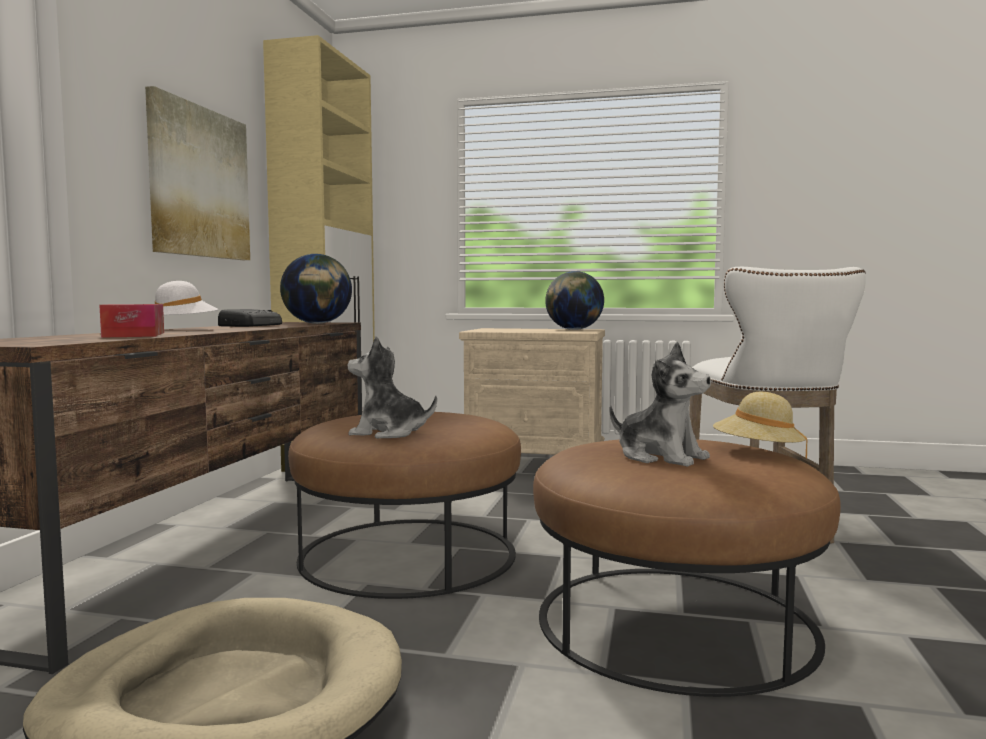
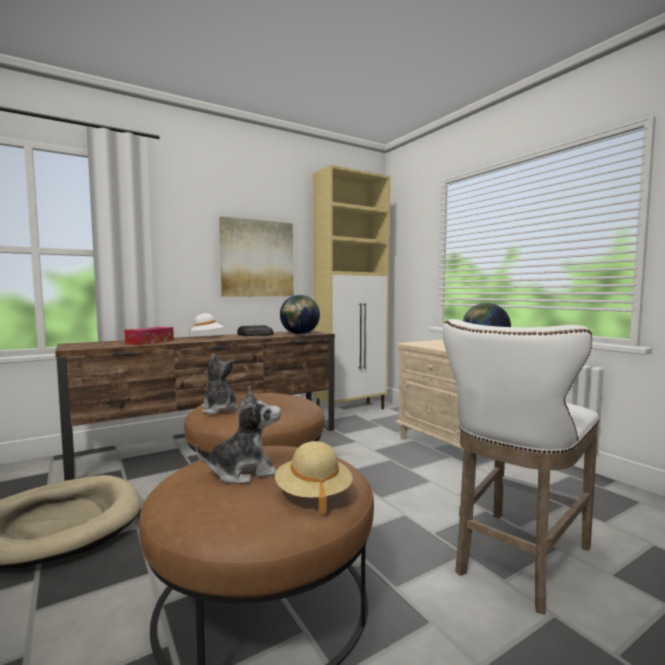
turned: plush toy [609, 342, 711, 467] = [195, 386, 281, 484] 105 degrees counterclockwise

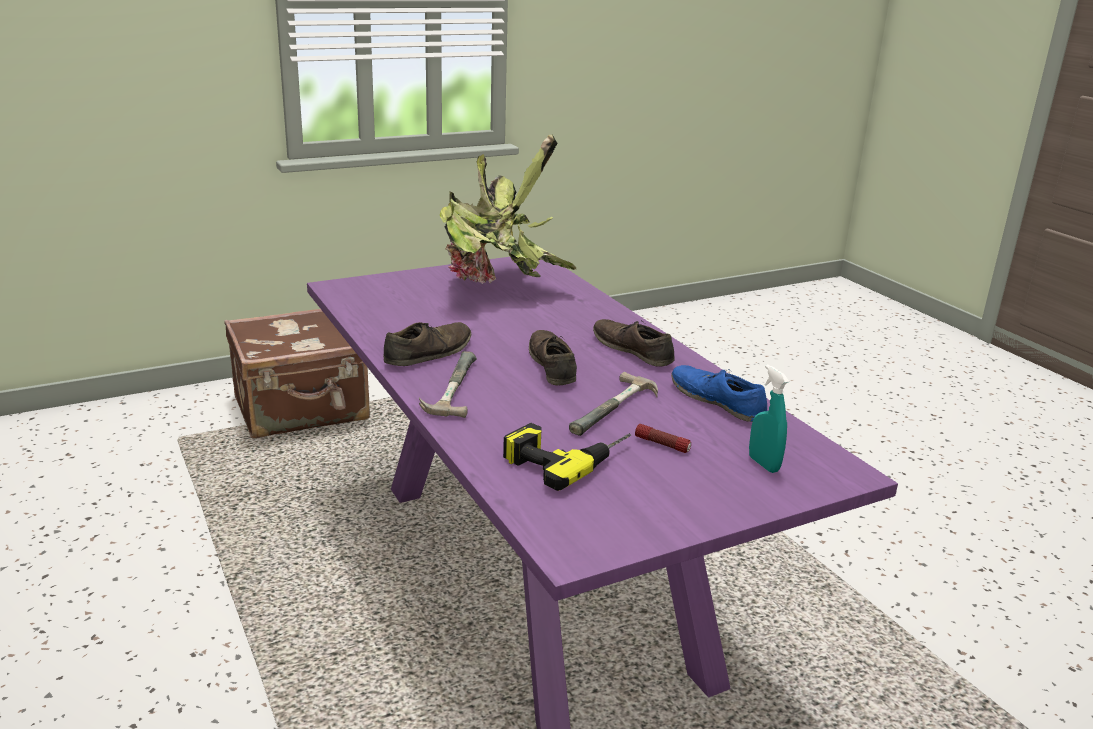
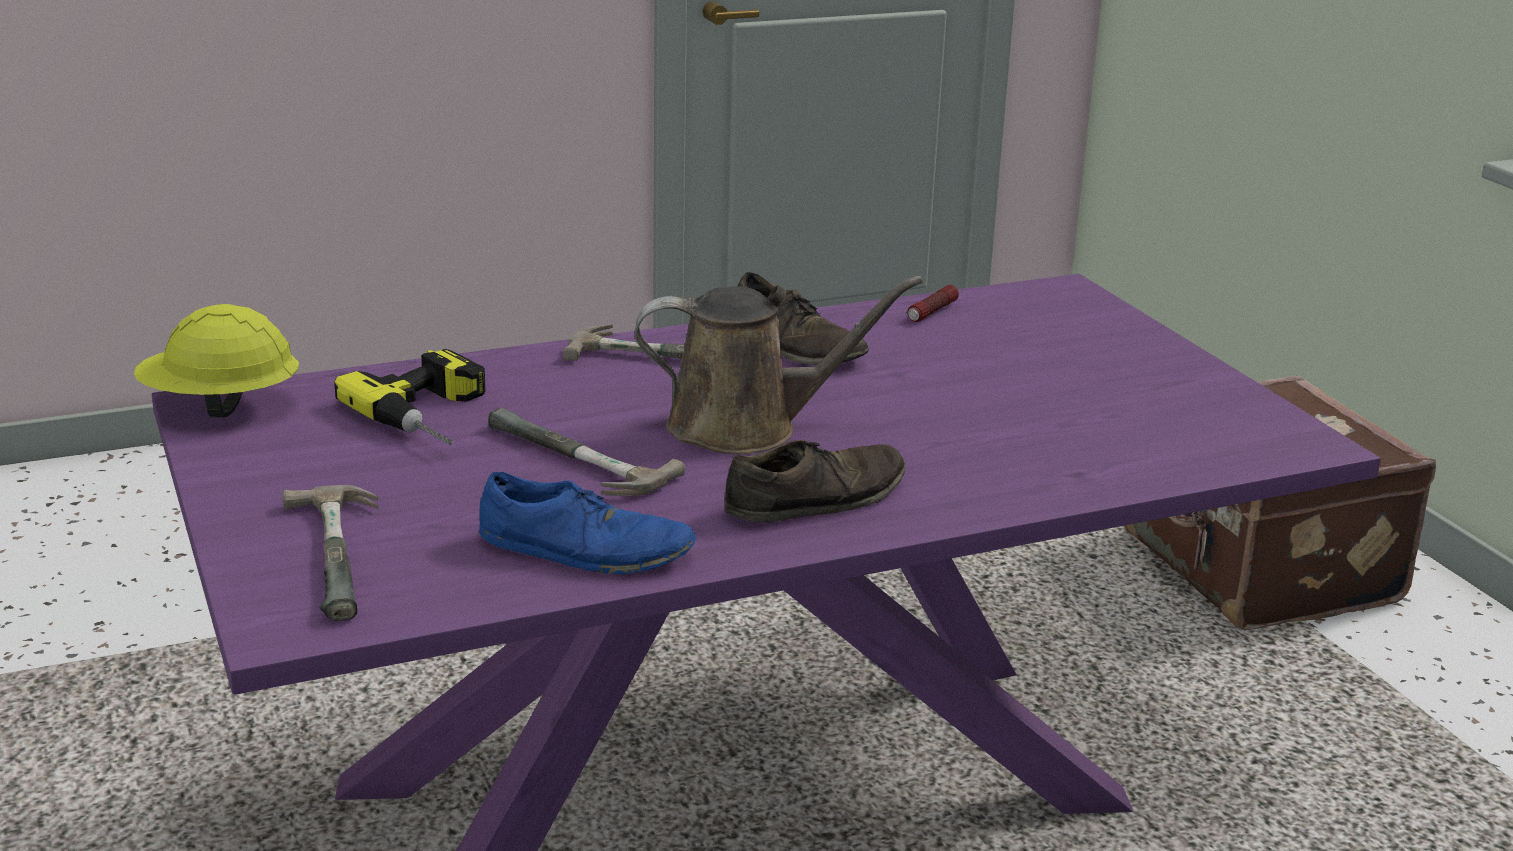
removed: potted plant [439, 135, 576, 284]
added: yellow hard hat [134, 304, 299, 417]
moved: flashlight [635, 424, 691, 453] to [907, 285, 959, 322]
replaced: brown shoe [529, 330, 577, 385] to brown watering can [634, 276, 923, 454]; turquoise spray bottle [749, 364, 789, 473] to hammer [282, 485, 379, 621]
turned: blue shoe [671, 365, 767, 422] = [479, 472, 696, 574] 45 degrees clockwise

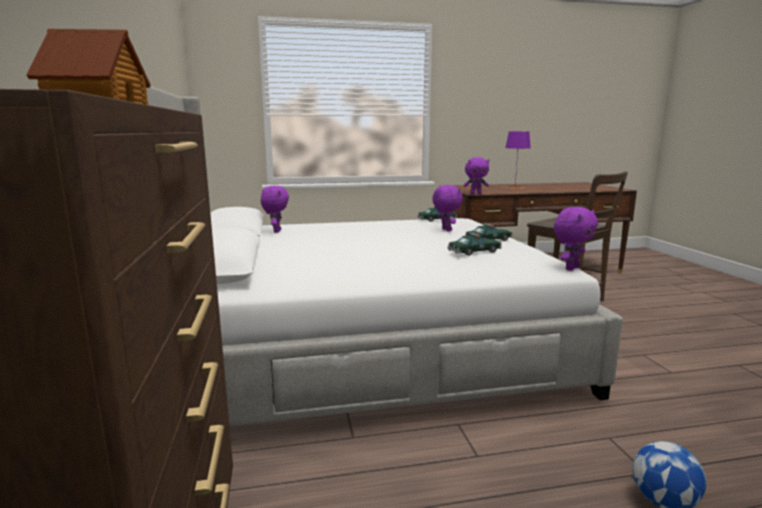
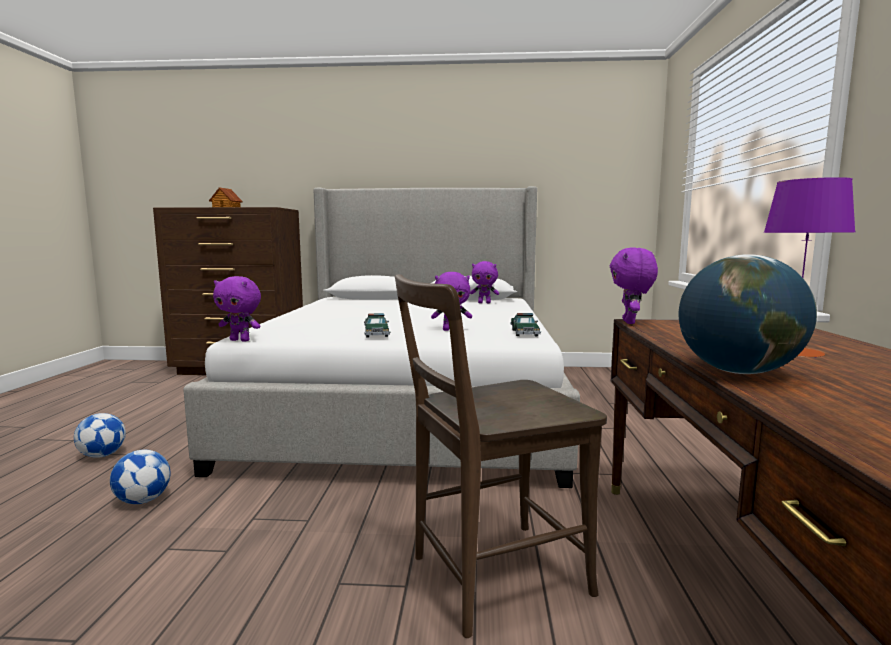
removed: toy car [447, 232, 502, 256]
added: football [110, 450, 170, 504]; globe [679, 254, 817, 374]
turned: purple plush toy [554, 207, 598, 271] = [213, 276, 261, 342] 45 degrees counterclockwise

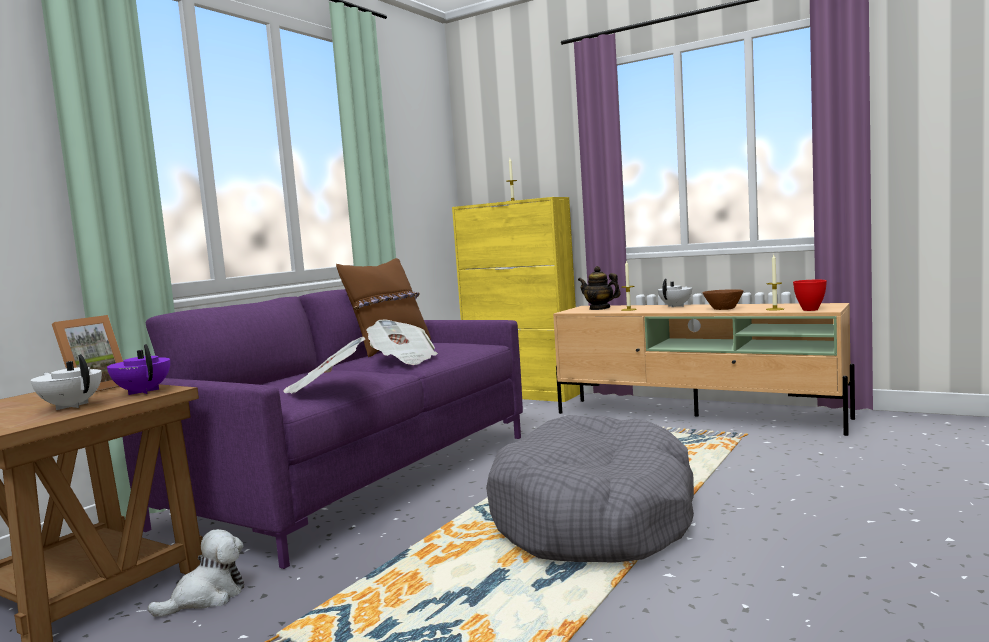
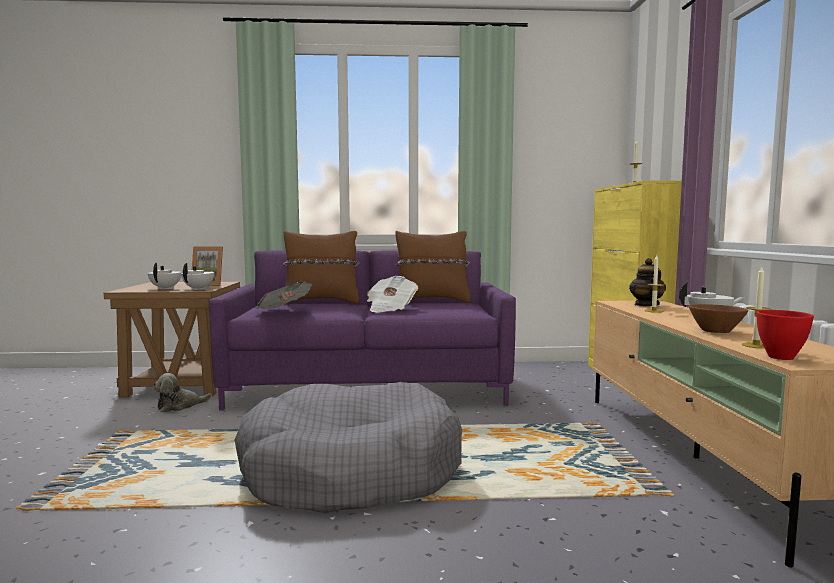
added: brown pillow [283, 231, 360, 304]
recoloured: purple teapot [107, 344, 170, 395] to white teapot [181, 263, 215, 290]
turned: plush toy [148, 529, 244, 617] = [153, 373, 212, 412] 135 degrees clockwise

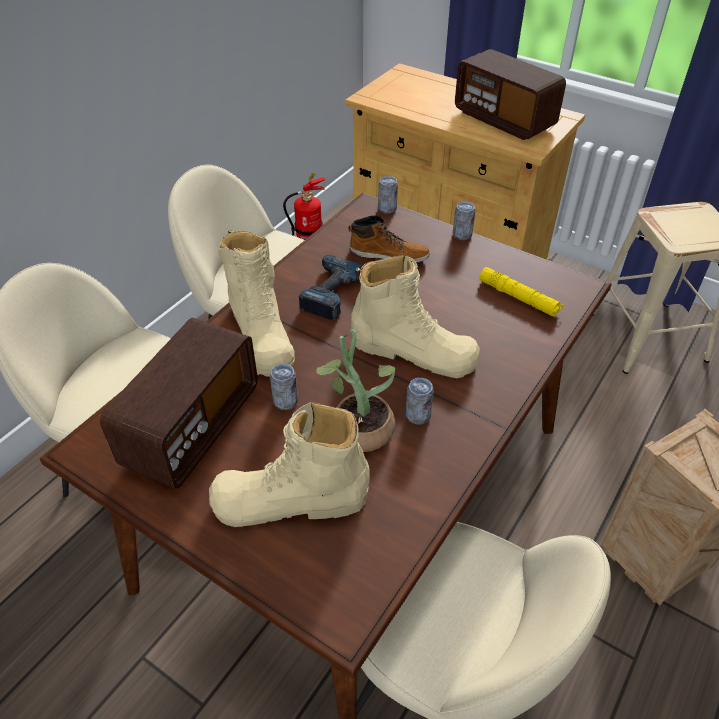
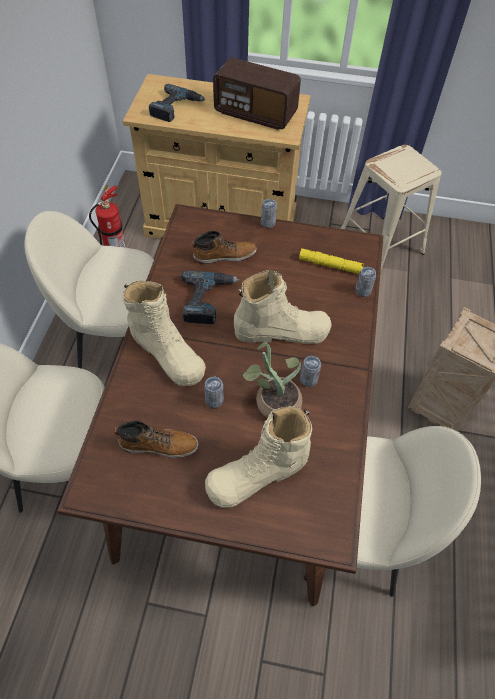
added: power drill [149, 84, 205, 122]
moved: can [378, 176, 398, 214] to [355, 267, 376, 297]
replaced: radio [100, 318, 258, 489] to boot [114, 420, 198, 458]

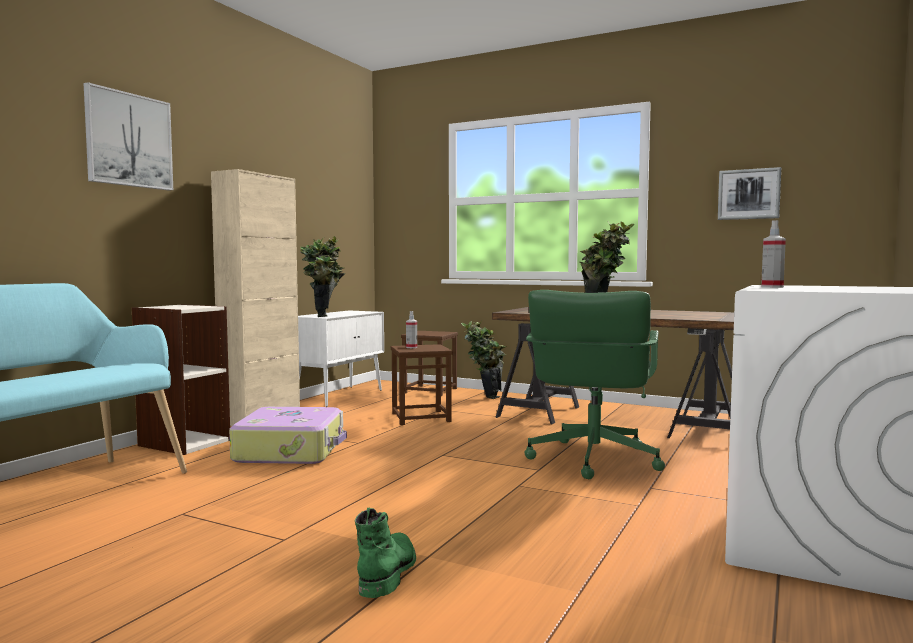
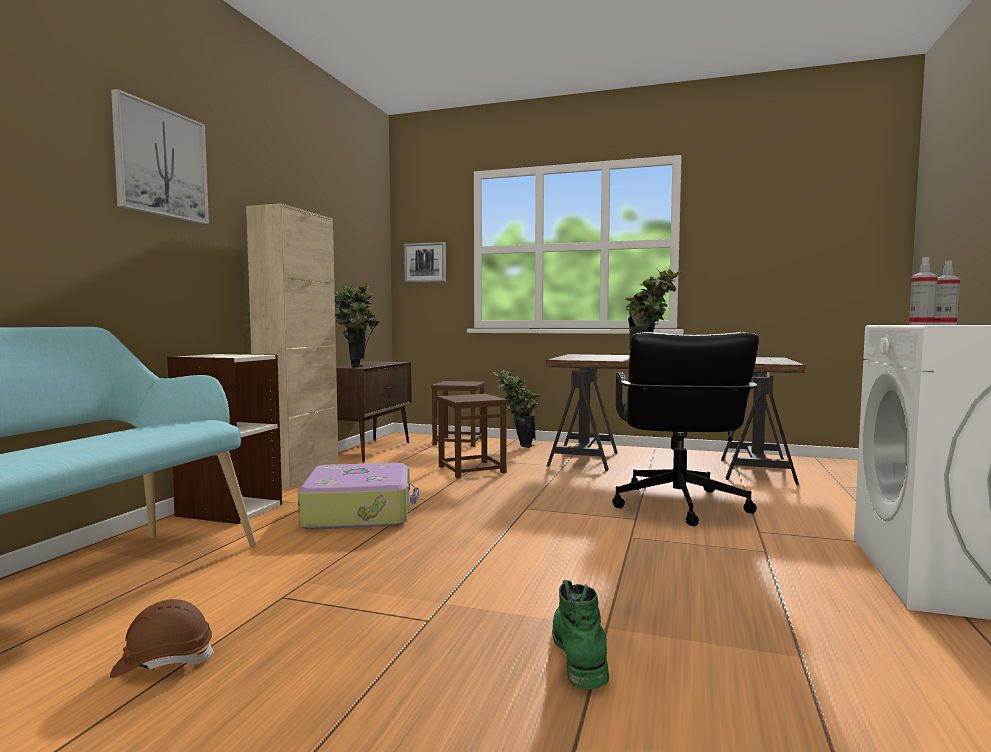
added: brown hard hat [110, 599, 214, 678]
moved: spray bottle [406, 311, 417, 348] to [935, 260, 960, 325]; picture [718, 167, 781, 220] to [403, 242, 446, 283]
recoloured: white cabinet [298, 311, 384, 407] to brown cabinet [336, 361, 412, 463]; green office chair [525, 290, 665, 479] to black office chair [612, 332, 759, 526]

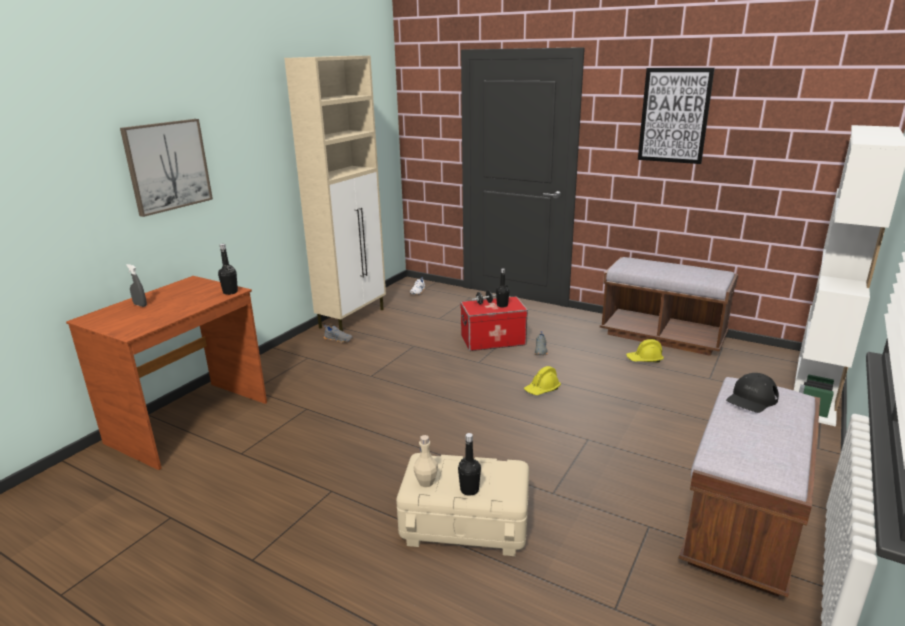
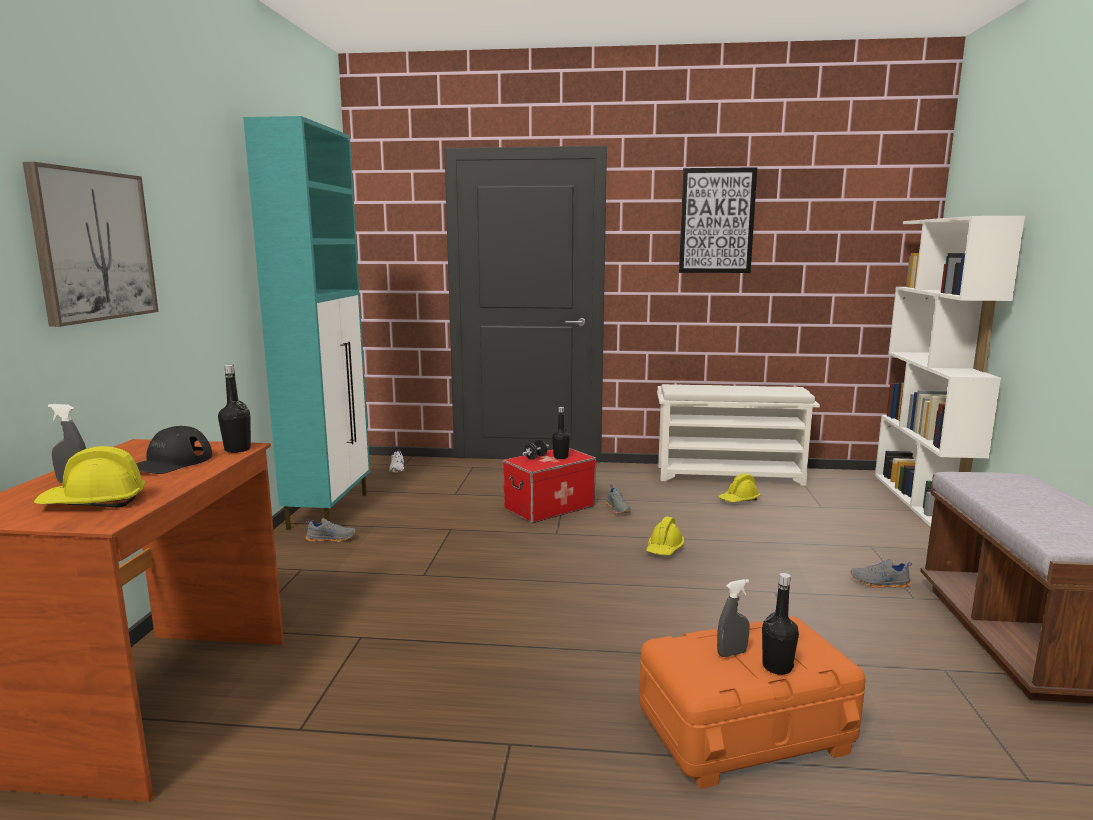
removed: beige bottle [414, 435, 438, 487]
added: yellow hard hat [34, 446, 146, 508]; grey spray bottle [717, 579, 750, 657]; grey shoe [851, 559, 912, 588]
moved: black cap [726, 373, 779, 413] to [136, 426, 212, 474]
replaced: brown bench [600, 257, 738, 356] to white shoe rack [657, 384, 820, 486]
recoloured: beige cabinet [284, 56, 386, 331] to turquoise cabinet [243, 116, 370, 530]; beige storage box [396, 453, 529, 556] to orange storage box [639, 617, 866, 789]

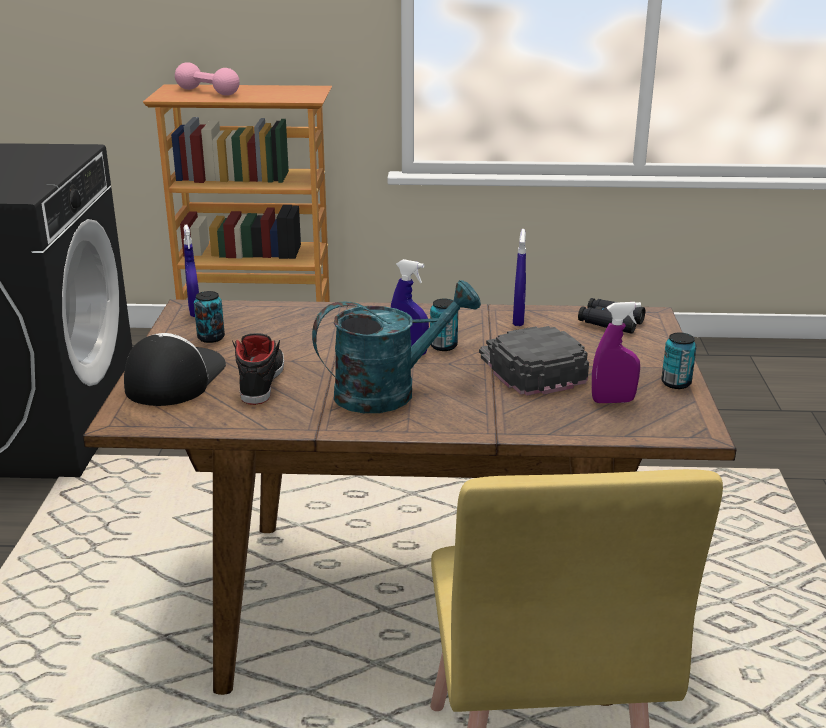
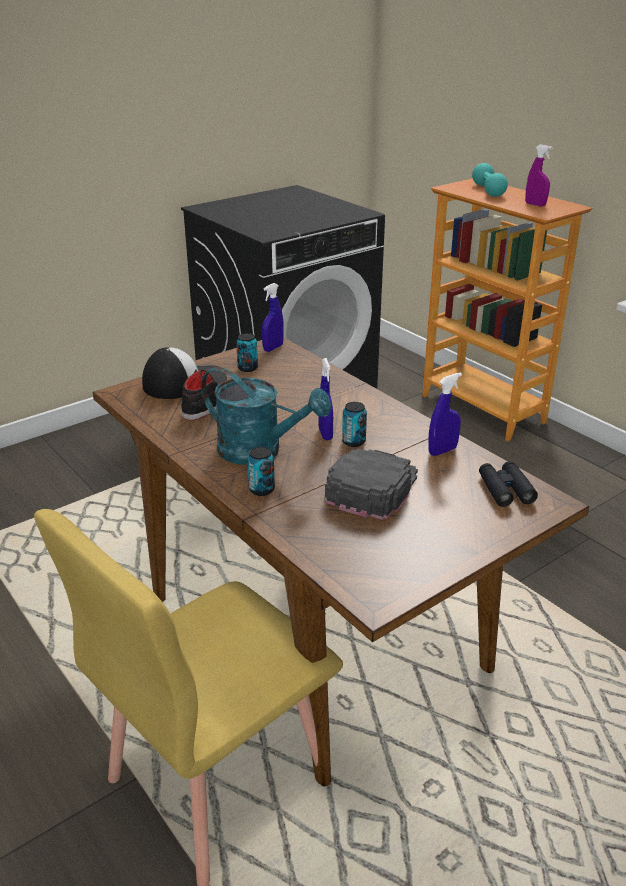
moved: purple spray bottle [592, 302, 641, 403] to [525, 145, 553, 206]; can [661, 333, 697, 389] to [247, 447, 275, 496]
recoloured: pink dumbbell [175, 62, 240, 96] to turquoise dumbbell [472, 163, 508, 197]

